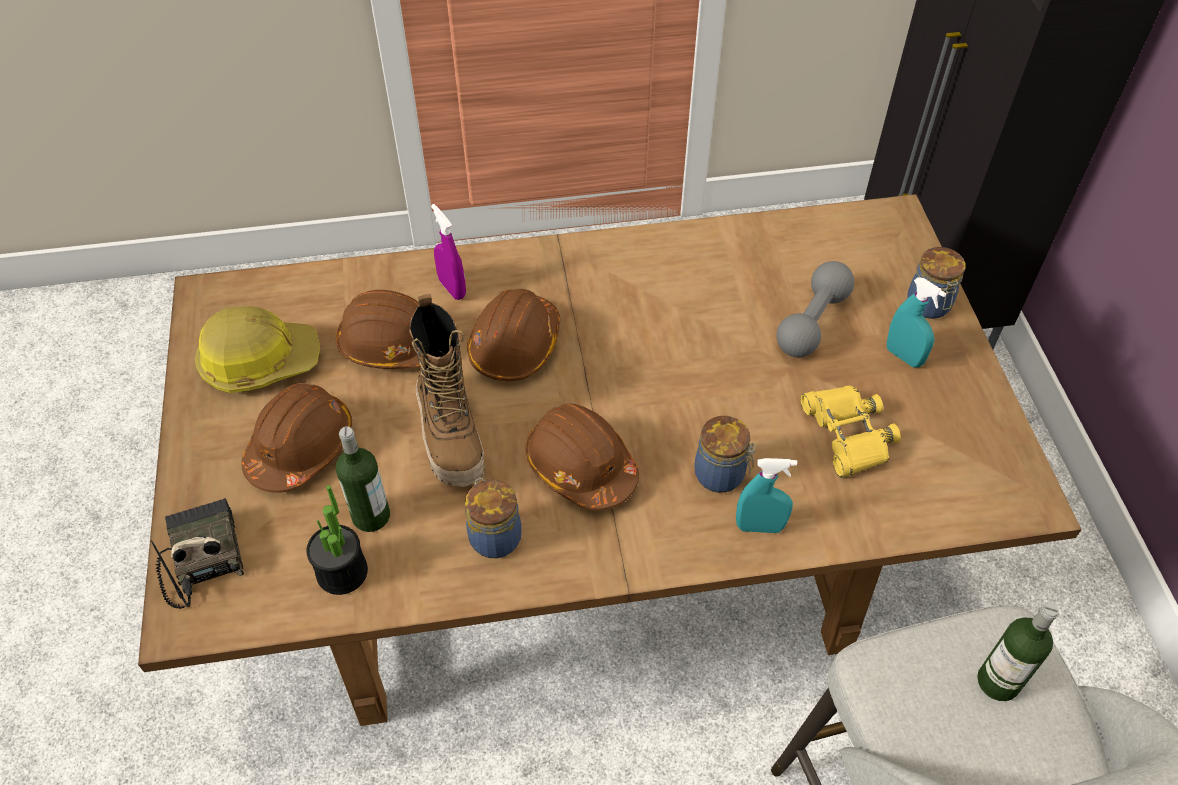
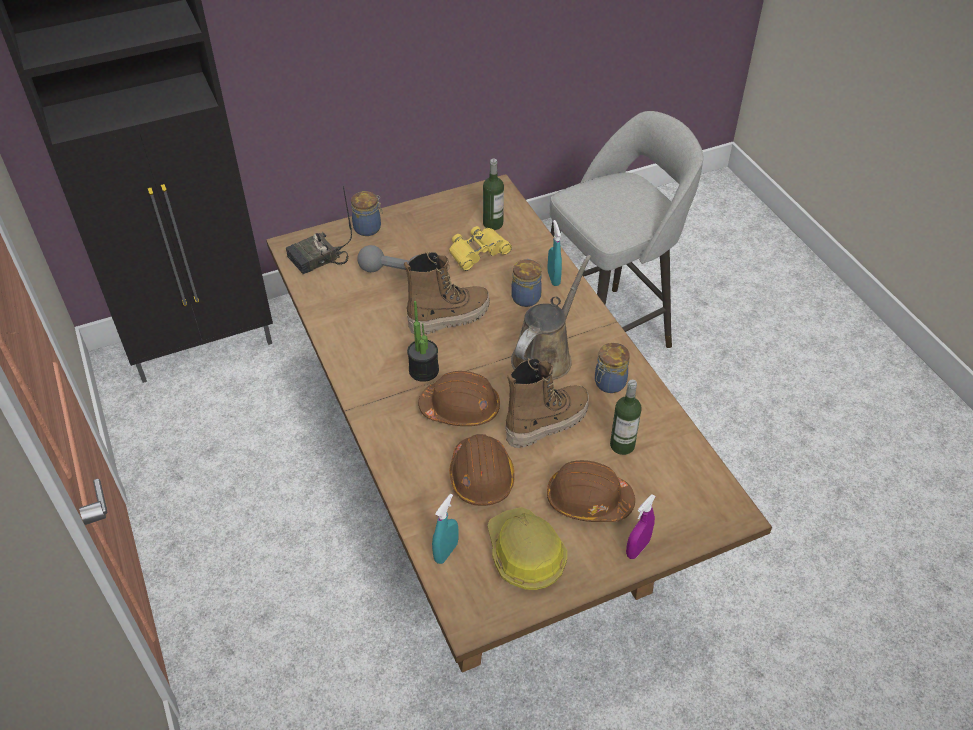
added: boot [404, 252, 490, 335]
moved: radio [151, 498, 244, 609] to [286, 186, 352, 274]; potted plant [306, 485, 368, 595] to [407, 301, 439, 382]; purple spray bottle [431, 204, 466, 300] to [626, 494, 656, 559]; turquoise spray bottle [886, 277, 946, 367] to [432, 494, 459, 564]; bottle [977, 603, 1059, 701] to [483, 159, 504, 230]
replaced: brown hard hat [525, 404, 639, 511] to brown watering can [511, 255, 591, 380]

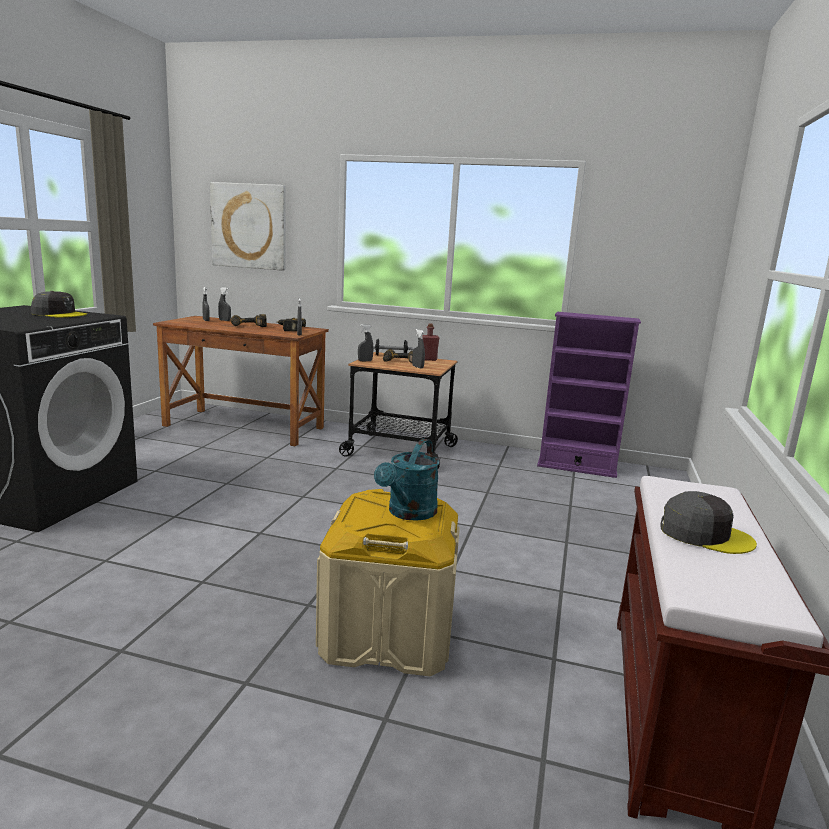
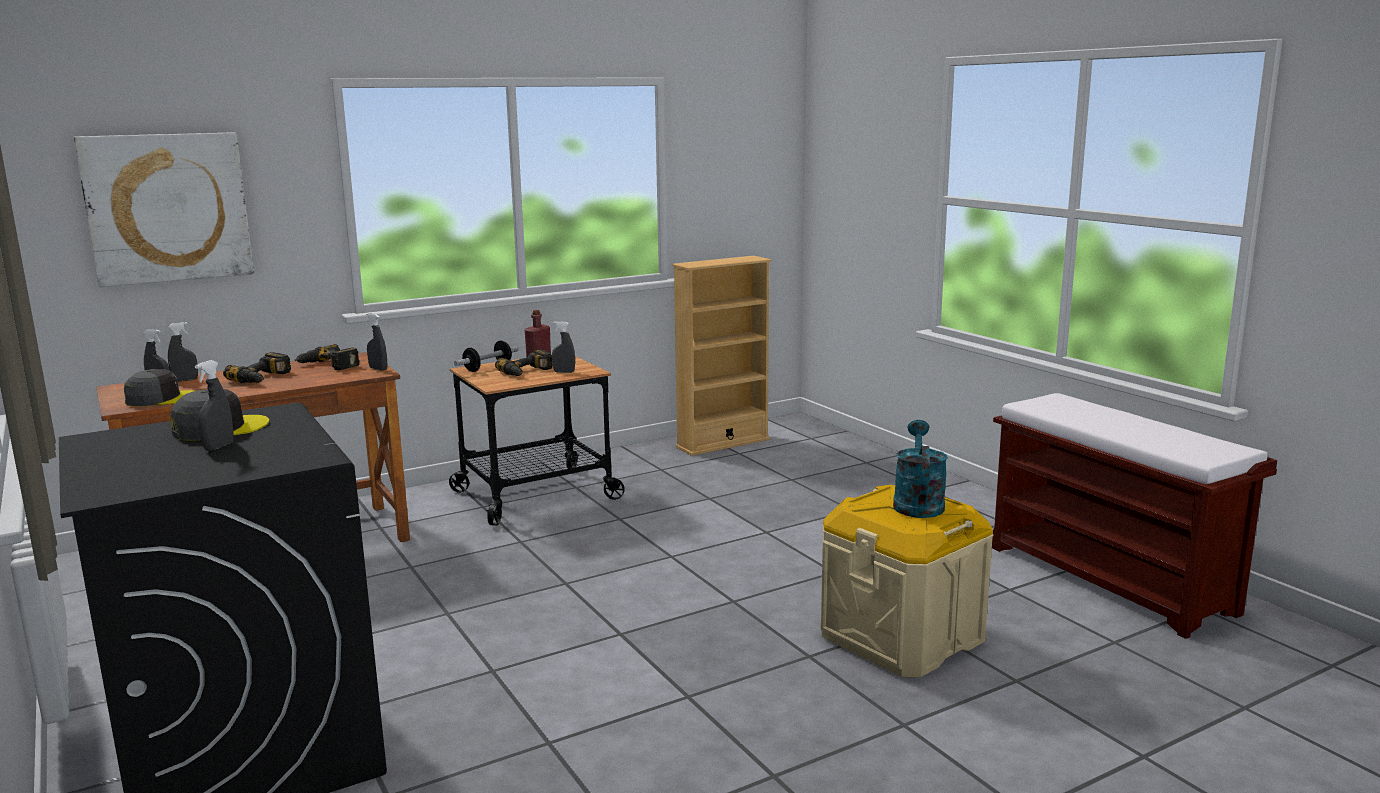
moved: grey spray bottle [358, 324, 373, 361] to [195, 360, 234, 451]; grey cap [660, 491, 757, 554] to [124, 369, 195, 407]
recoloured: purple bookcase [537, 312, 641, 478] to beige bookcase [672, 256, 772, 456]
turned: turquoise watering can [374, 439, 439, 521] = [893, 420, 948, 518] 150 degrees counterclockwise

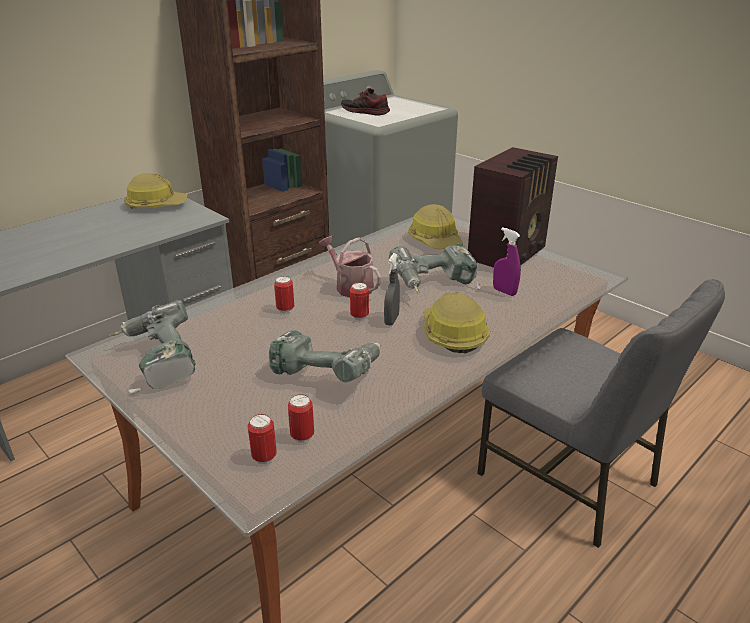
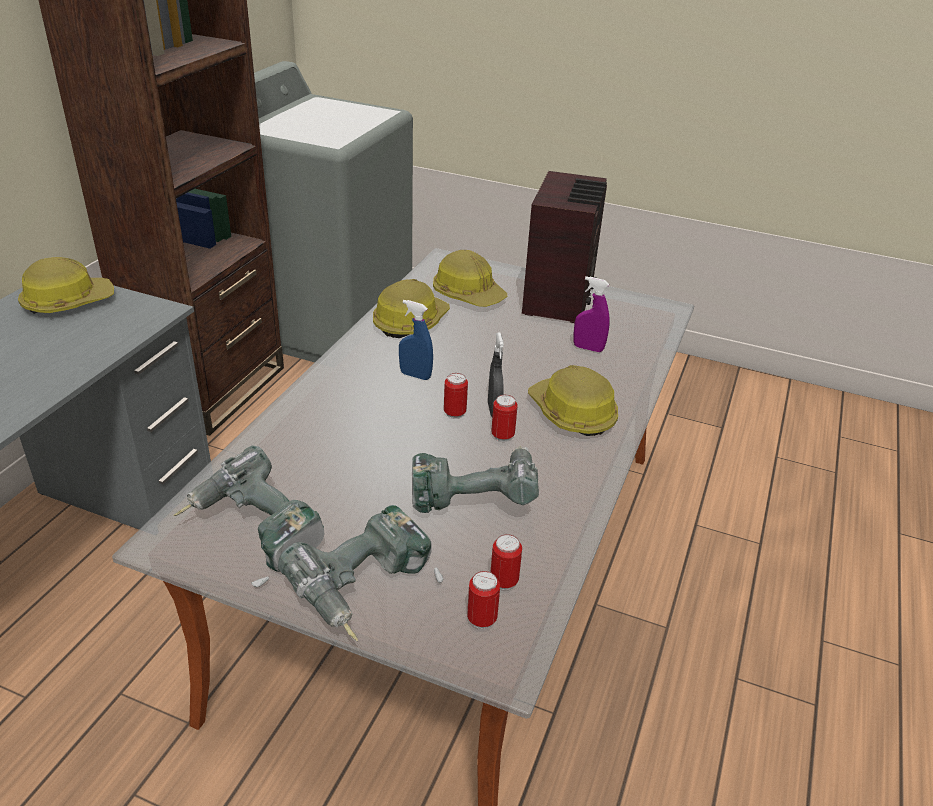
removed: shoe [341, 88, 390, 116]; grey chair [477, 279, 725, 548]
added: hard hat [373, 279, 450, 338]
moved: can [274, 276, 294, 313] to [491, 395, 518, 442]; power drill [389, 244, 481, 294] to [278, 505, 443, 641]
replaced: watering can [319, 236, 381, 298] to blue spray bottle [399, 300, 433, 380]

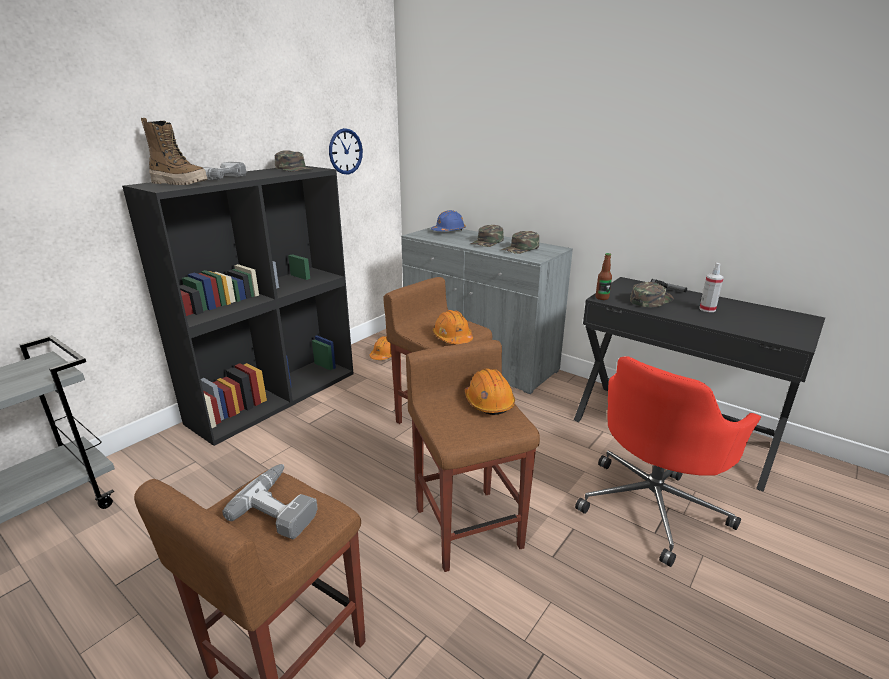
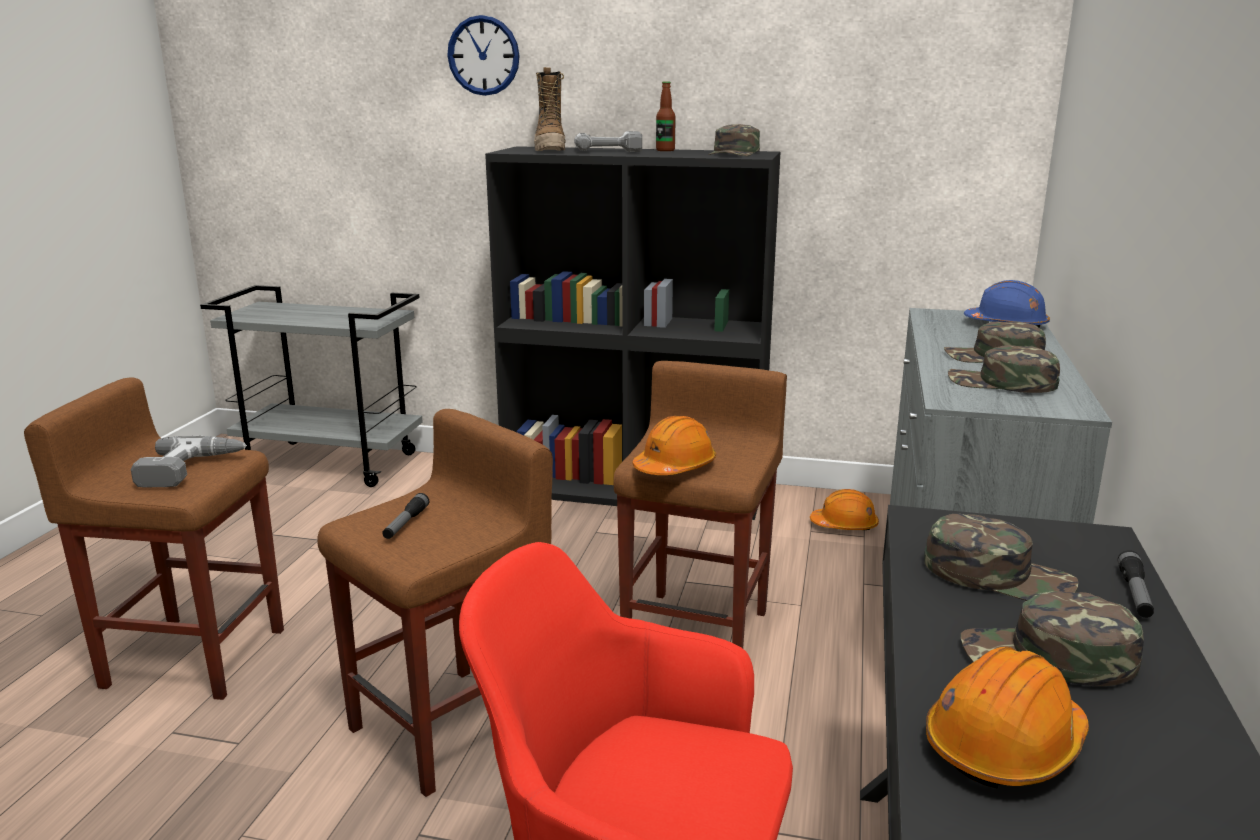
added: flashlight [382, 493, 429, 539]
moved: wall clock [329, 128, 363, 175] to [447, 15, 520, 96]; orange hard hat [465, 368, 515, 415] to [926, 647, 1089, 789]; bottle [596, 253, 612, 300] to [656, 81, 676, 151]
replaced: spray bottle [699, 263, 724, 312] to green cap [961, 591, 1144, 686]

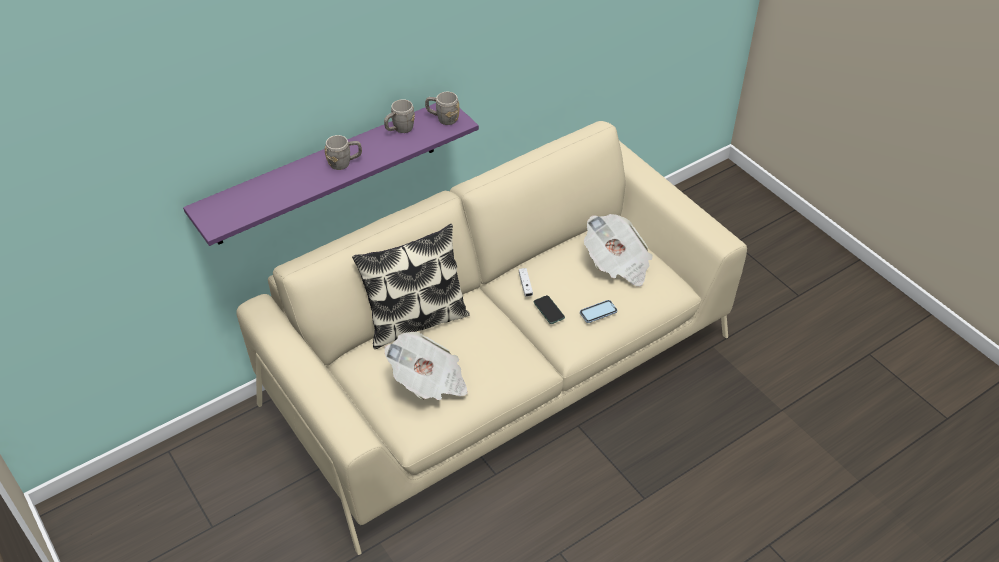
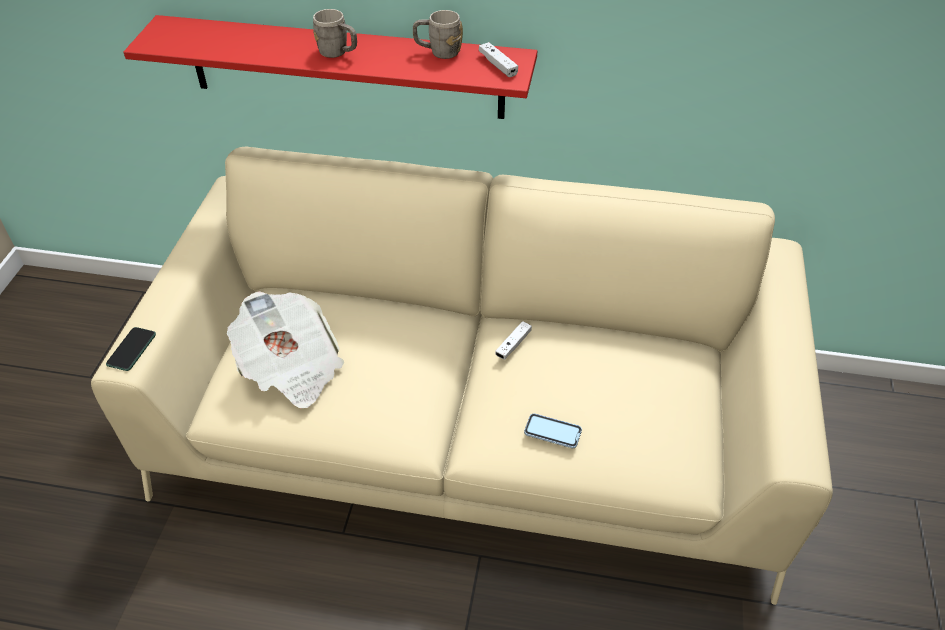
removed: pillow [352, 224, 470, 349]; newspaper [584, 214, 653, 287]
moved: phone [534, 295, 565, 324] to [106, 327, 156, 371]
replaced: grey mug [425, 92, 459, 125] to white game controller [479, 42, 518, 77]
recoloured: purple shelf [183, 103, 479, 246] to red shelf [123, 15, 537, 119]

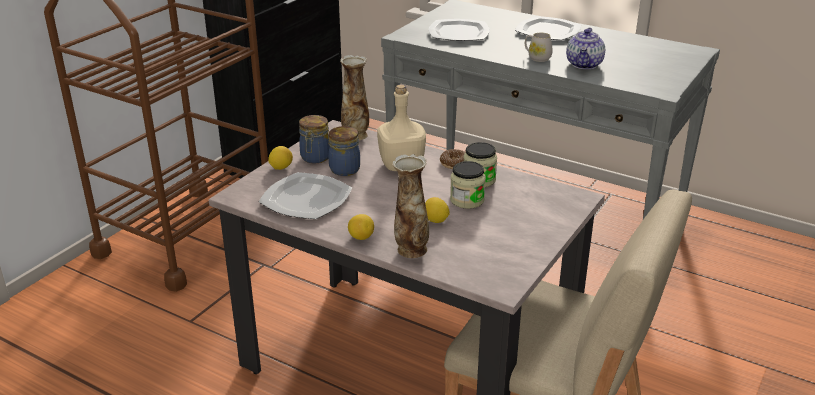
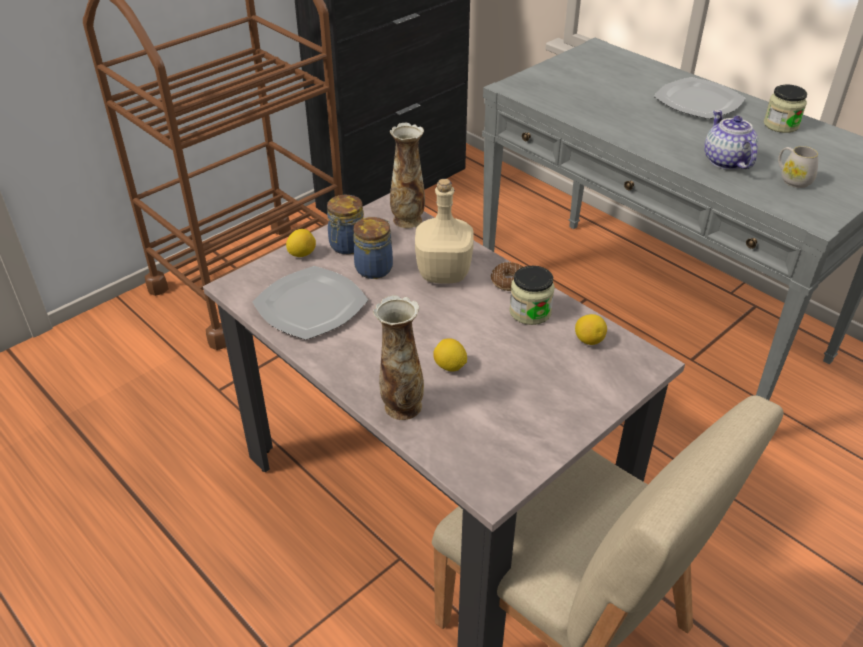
removed: plate [429, 19, 490, 41]
moved: lemon [348, 214, 374, 240] to [575, 314, 607, 345]; jar [450, 161, 486, 209] to [764, 85, 807, 133]; white mug [525, 33, 553, 62] to [778, 146, 818, 188]
turned: teapot [566, 28, 605, 69] = [704, 110, 759, 170] 135 degrees clockwise

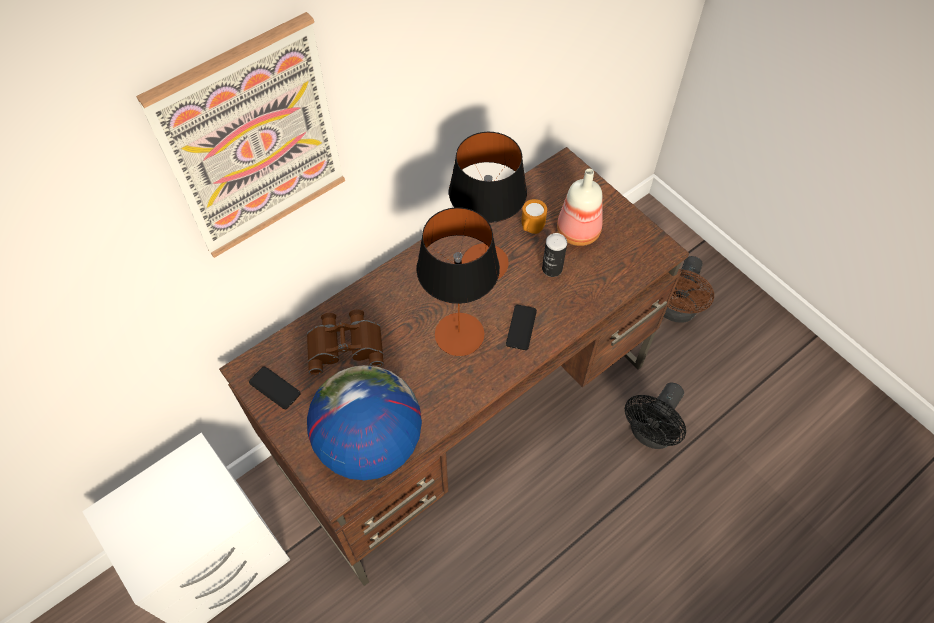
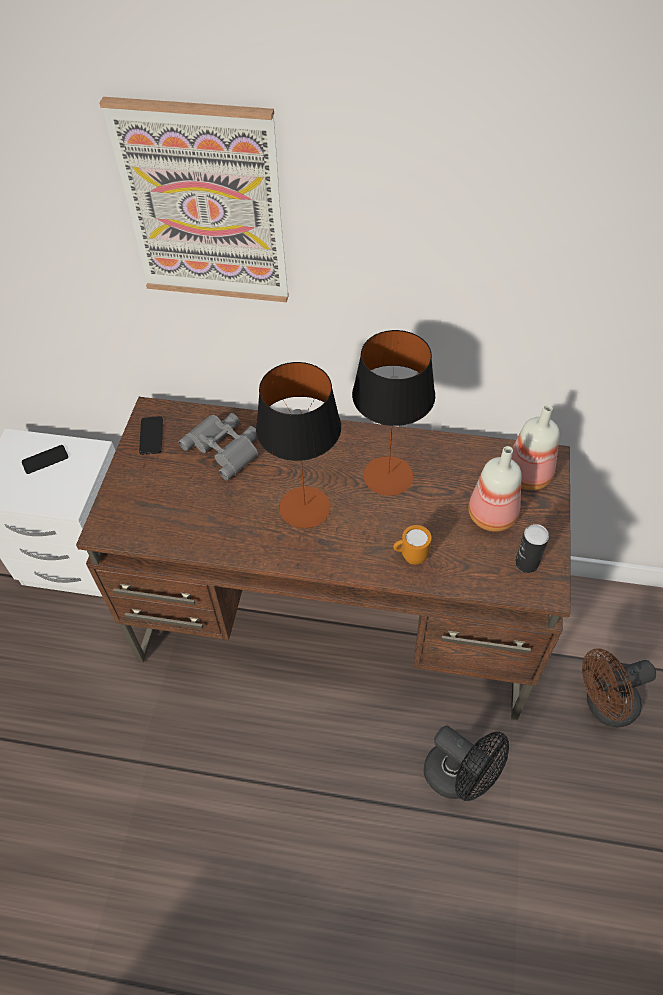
removed: globe [307, 365, 422, 480]
added: bottle [511, 405, 560, 490]
moved: phone [506, 305, 537, 350] to [22, 445, 68, 474]; orange mug [522, 199, 547, 234] to [393, 525, 432, 565]; can [542, 233, 567, 277] to [515, 524, 549, 573]
recoloured: brown binoculars [307, 309, 384, 375] to grey binoculars [179, 413, 258, 480]
turned: black fan [625, 382, 686, 449] = [424, 726, 509, 801] 135 degrees counterclockwise

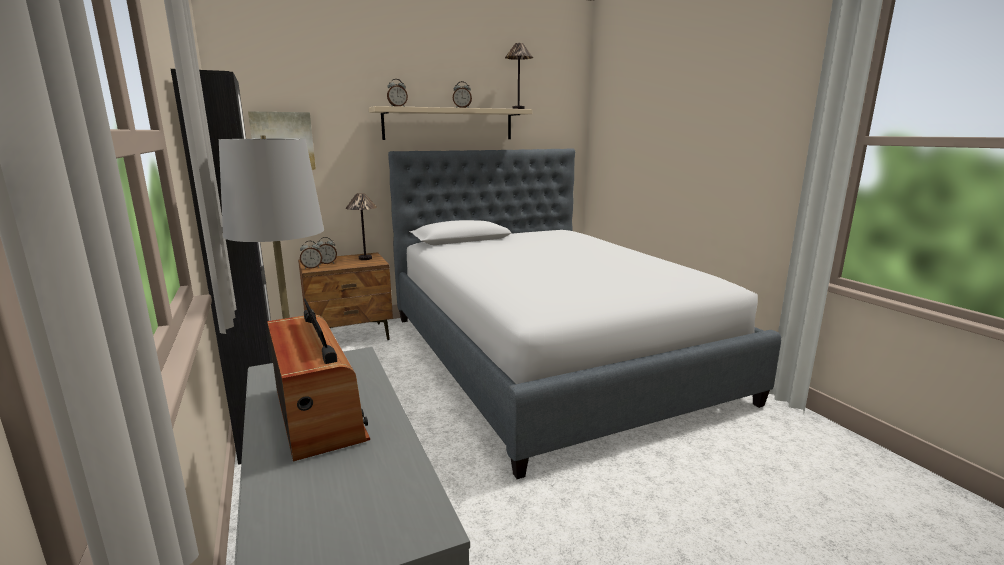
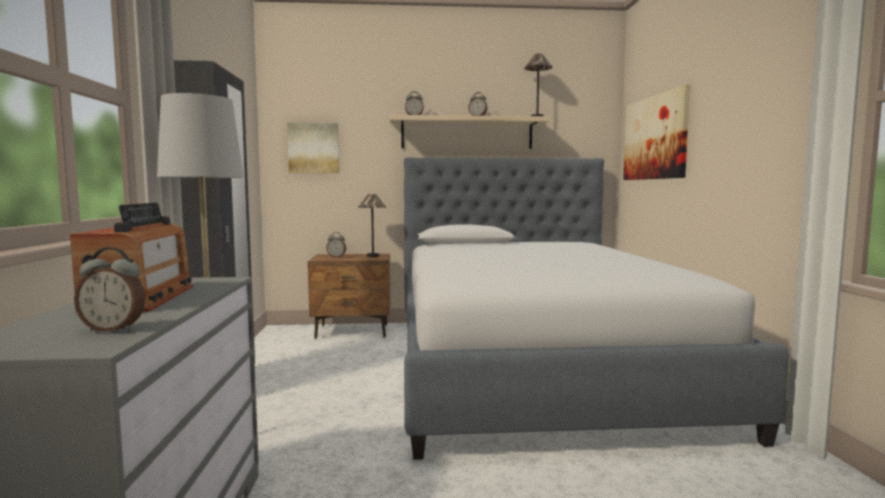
added: picture [623, 84, 690, 180]
moved: alarm clock [300, 241, 322, 269] to [74, 247, 146, 332]

